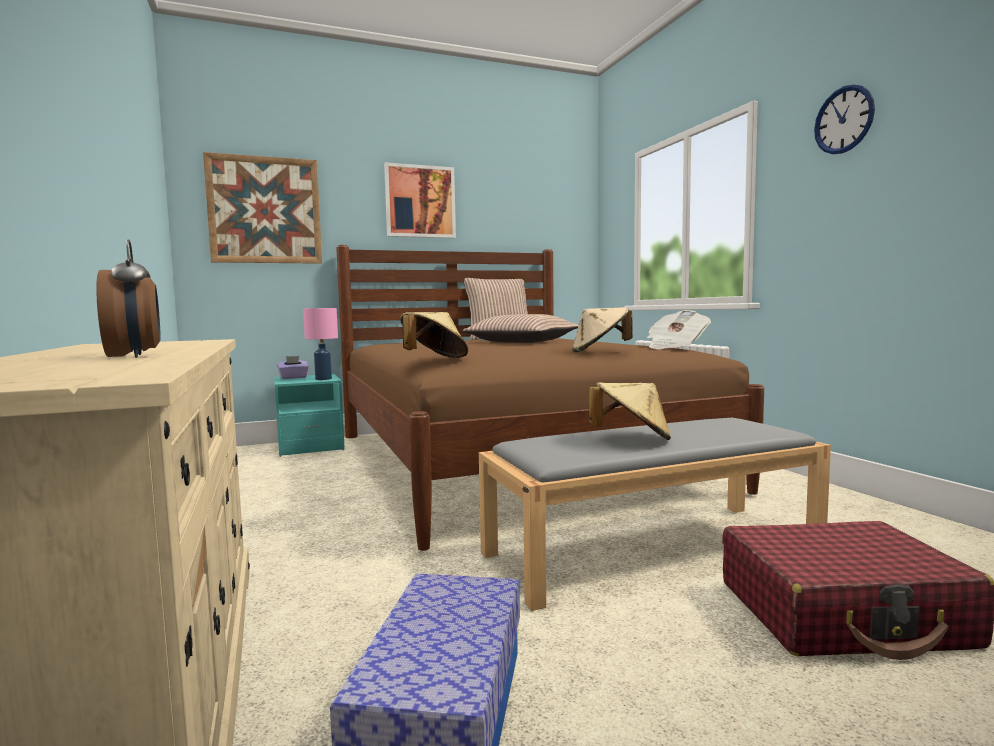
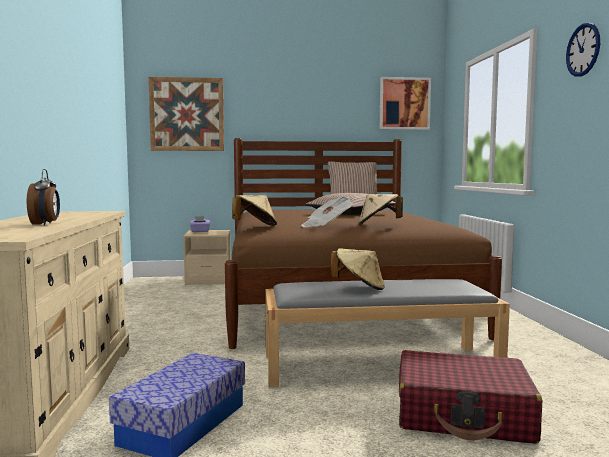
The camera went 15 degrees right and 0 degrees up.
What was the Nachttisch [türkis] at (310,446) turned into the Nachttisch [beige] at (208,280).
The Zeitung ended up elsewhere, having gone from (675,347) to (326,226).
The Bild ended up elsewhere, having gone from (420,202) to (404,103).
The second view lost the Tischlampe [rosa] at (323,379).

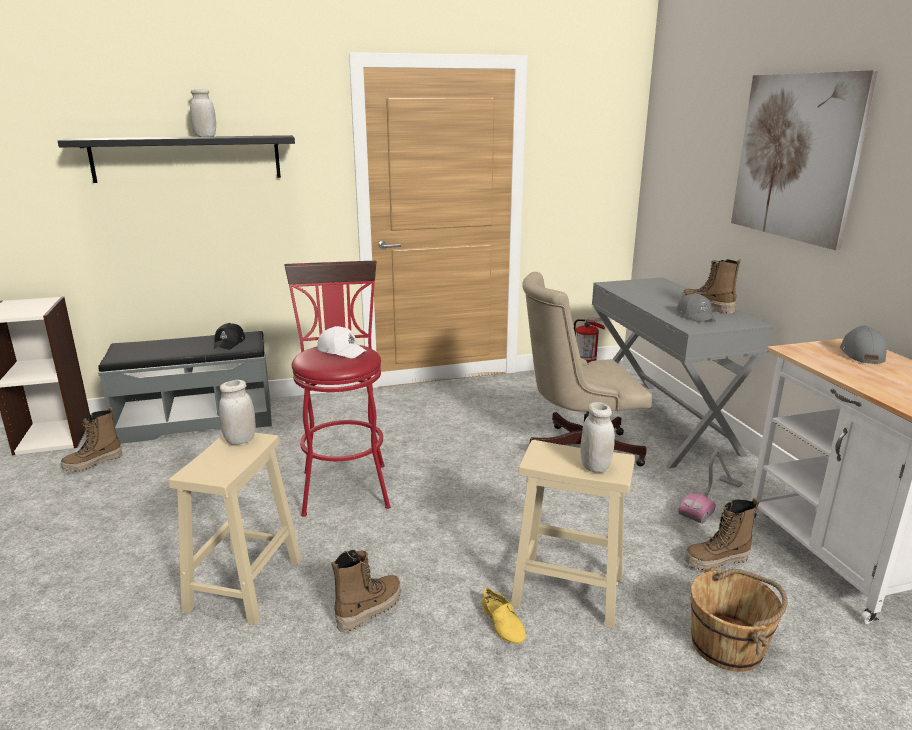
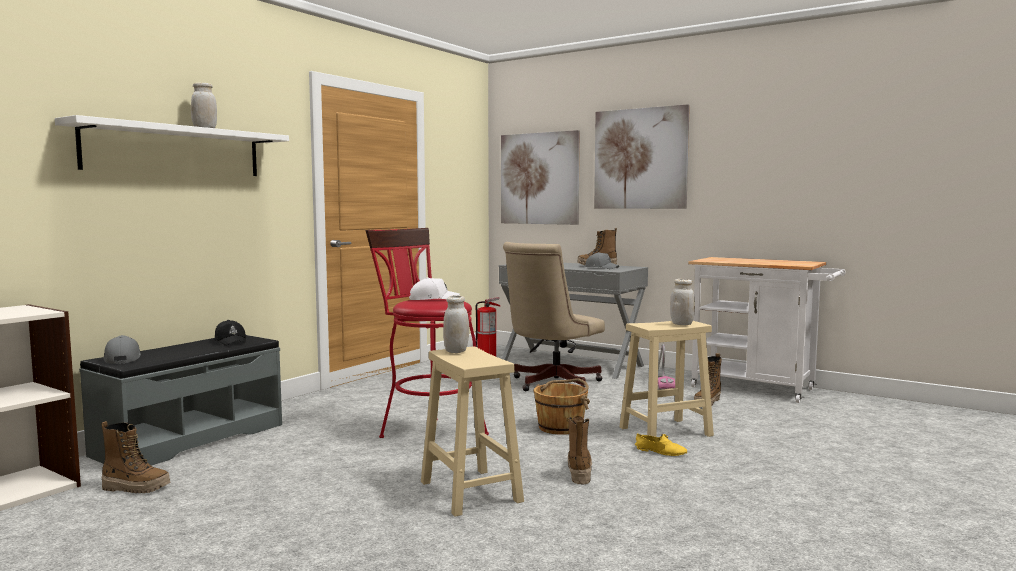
The camera went 40 degrees left and 15 degrees down.
What was the Wandregal [schwarz] at (187,158) turned into the Wandregal [weiß] at (175,151).
The Stiefel at (93,463) ended up facing another way, 90 degrees counterclockwise from before.
The Kappe [grau] ended up elsewhere, having gone from (860,353) to (121,359).
The second view gained the Bild at (539,178).
The Eimer [braun] ended up elsewhere, having gone from (728,645) to (561,427).

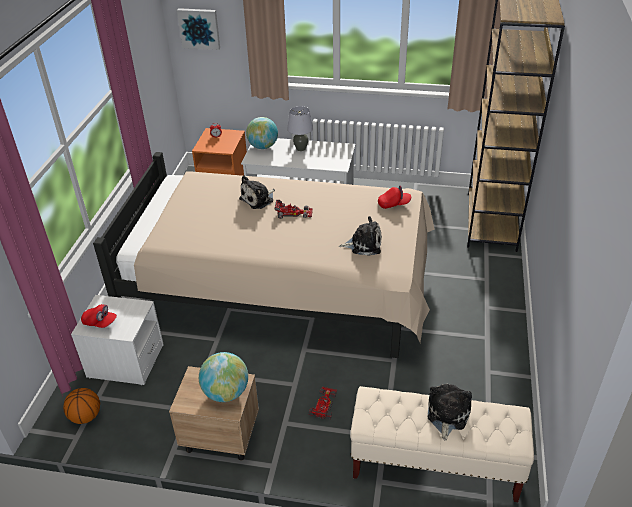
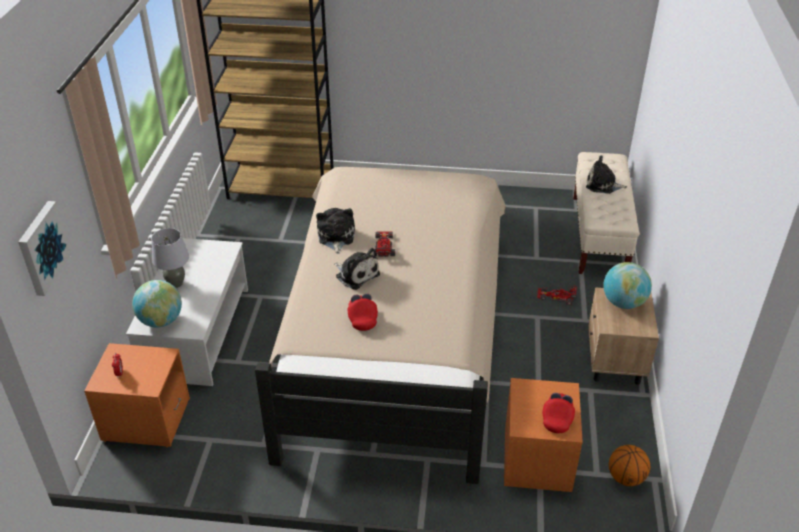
The camera went 95 degrees left and 0 degrees up.
The Plüschtier ended up elsewhere, having gone from (363,244) to (335,237).
The Kappe [rot] ended up elsewhere, having gone from (394,204) to (362,318).
What was the Nachttisch [weiß] at (125,361) turned into the Nachttisch [orange] at (537,460).

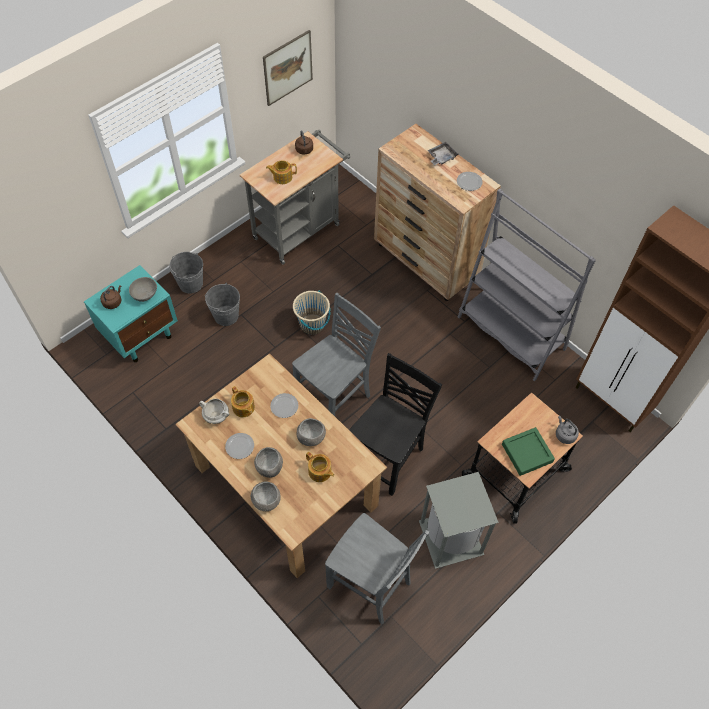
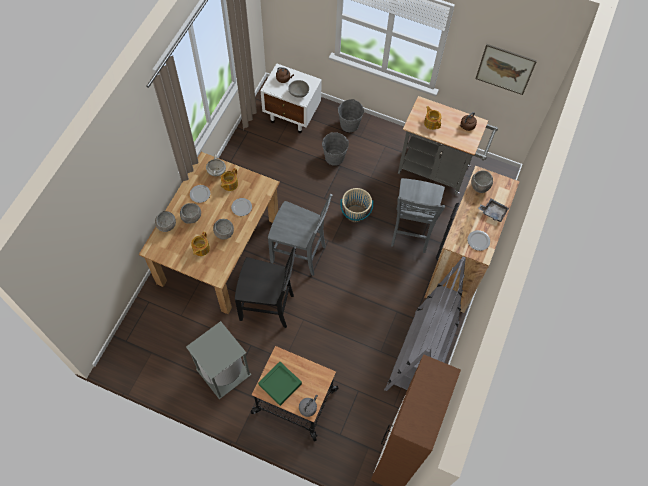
The camera went 65 degrees right and 5 degrees up.
What was the Nachttisch [türkis] at (141,336) turned into the Nachttisch [weiß] at (292,116).
The Stuhl [grau] ended up elsewhere, having gone from (371,585) to (411,231).
The second view gained the Schüssel [grau] at (479,187).

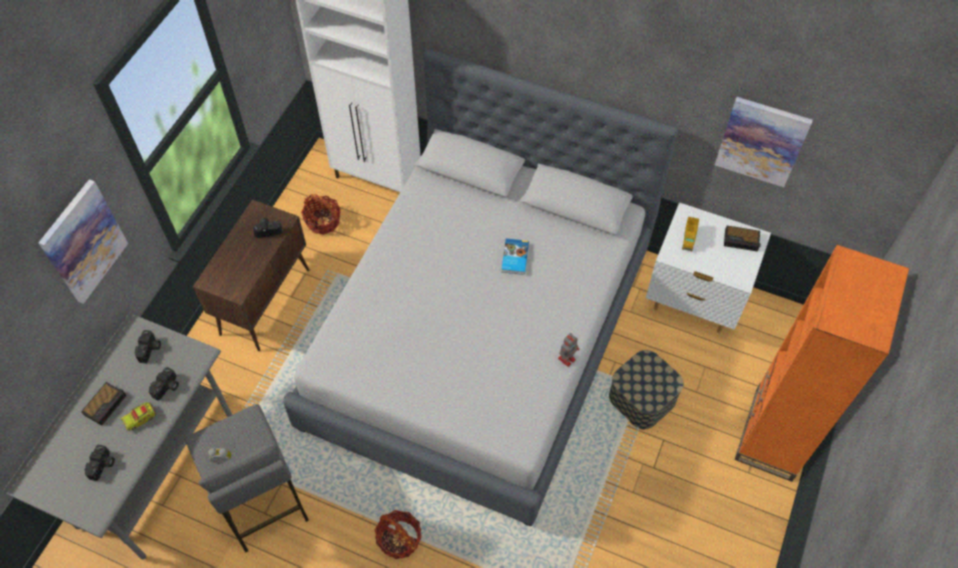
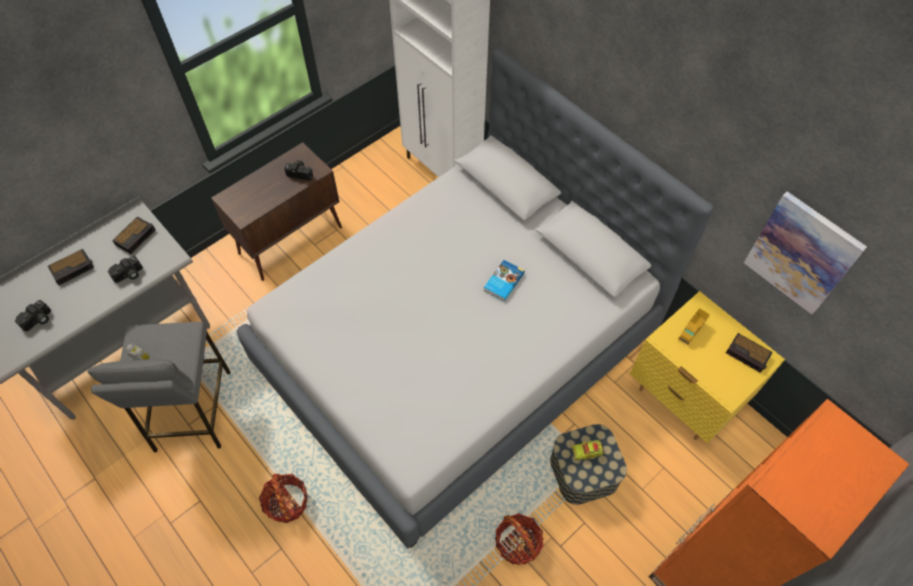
The camera went 25 degrees right and 0 degrees up.
Where the Kamera stood at (150,350), the Wecker came to stand at (136,236).
The Korb ended up elsewhere, having gone from (323,221) to (518,543).
The Spielzeuglaster ended up elsewhere, having gone from (140,418) to (586,452).
What was the Nachttisch [weiß] at (693,302) turned into the Nachttisch [gelb] at (683,398).
The second view lost the Bild at (83,242).
The second view lost the Spielzeugroboter at (567,358).

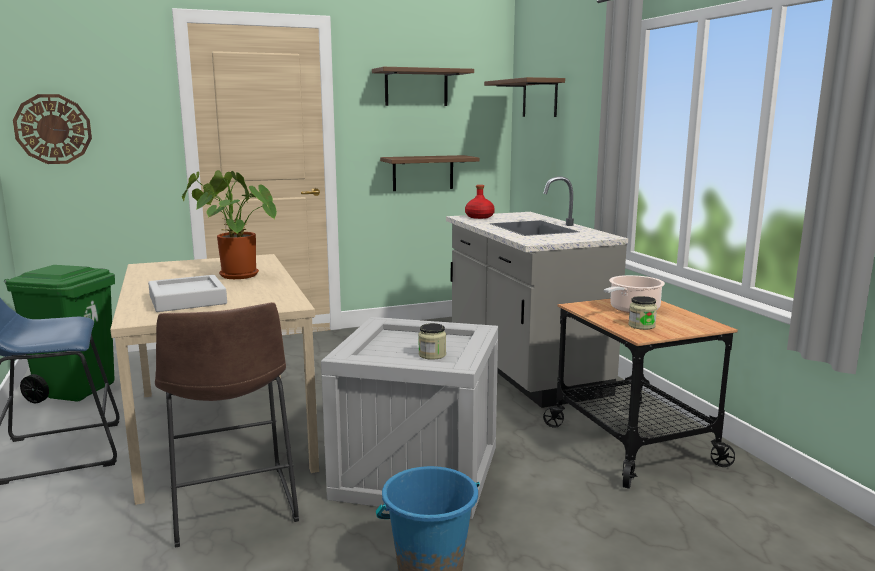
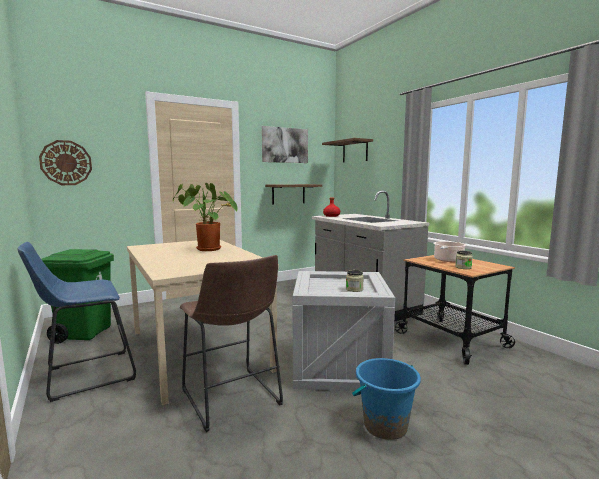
The camera went 10 degrees left and 5 degrees down.
Where the Wandregal [braun] hung at (416,88), the Bild came to hang at (285,145).
The second view lost the Tablett [grau] at (187,300).

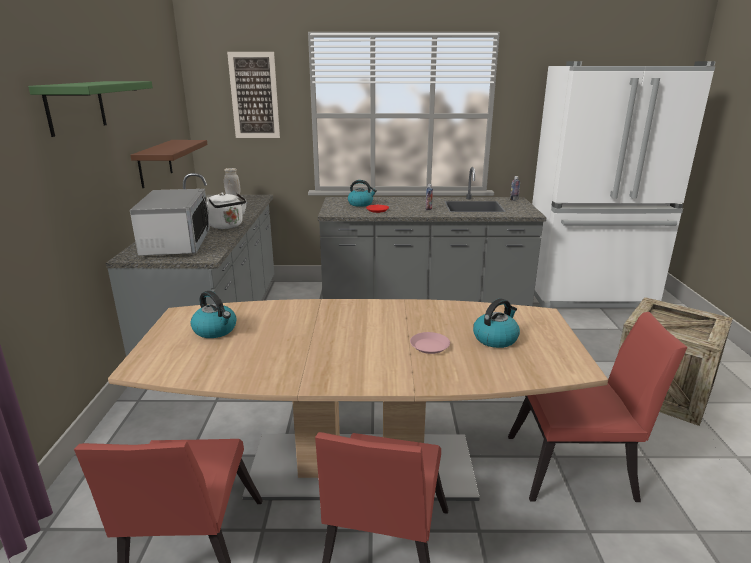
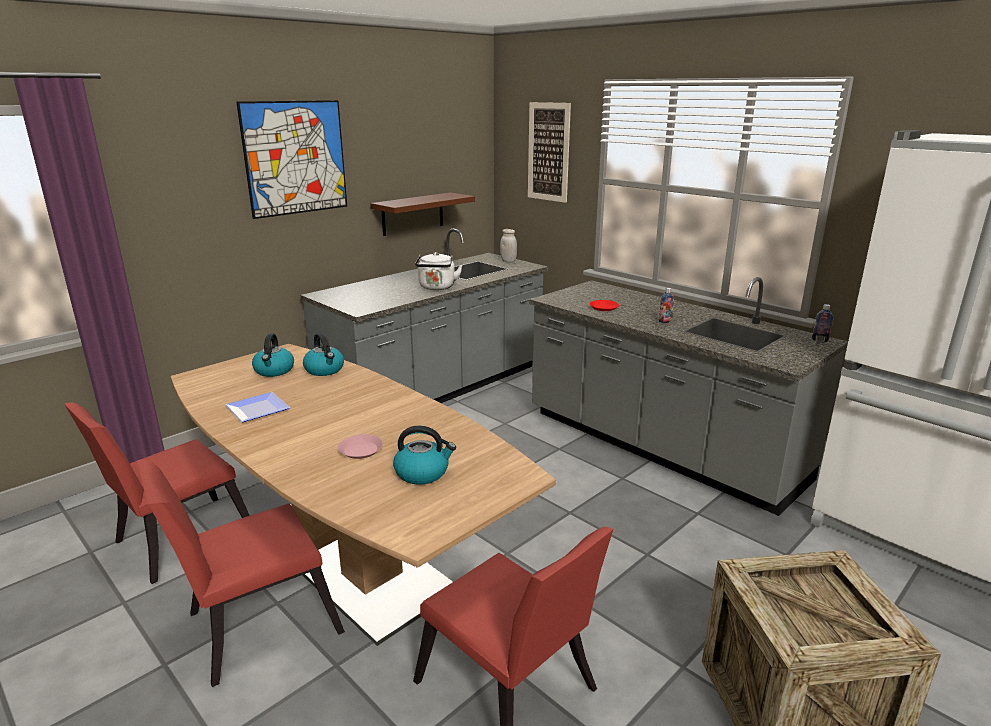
The camera went 45 degrees right and 0 degrees up.
The second view gained the Teller at (260,409).
Where the Wandregal [grün] hung at (76,107), the Bild came to hang at (295,158).
The Wasserkessel ended up elsewhere, having gone from (361,204) to (325,370).
The second view lost the Mikrowelle at (176,244).

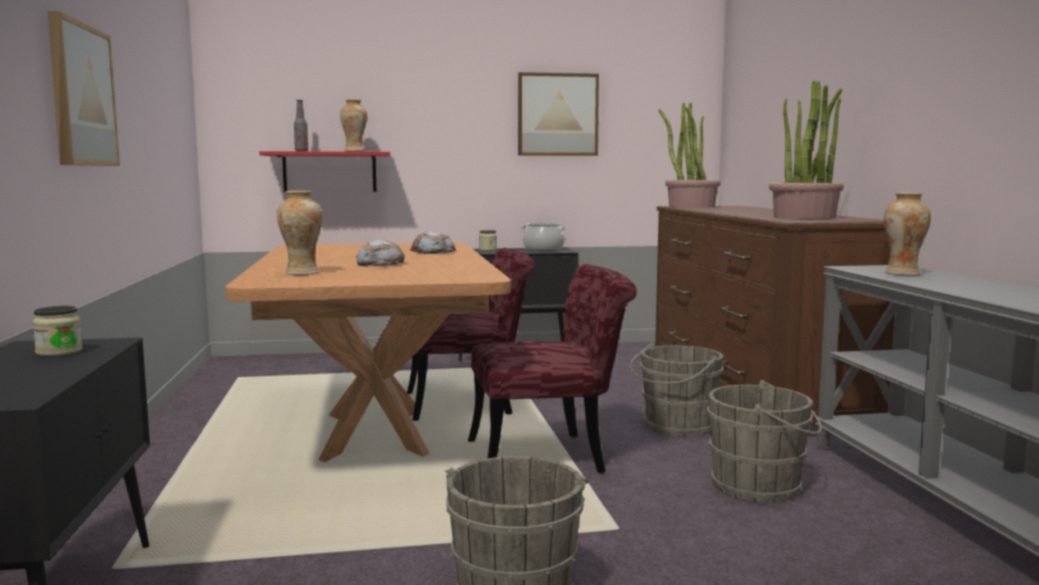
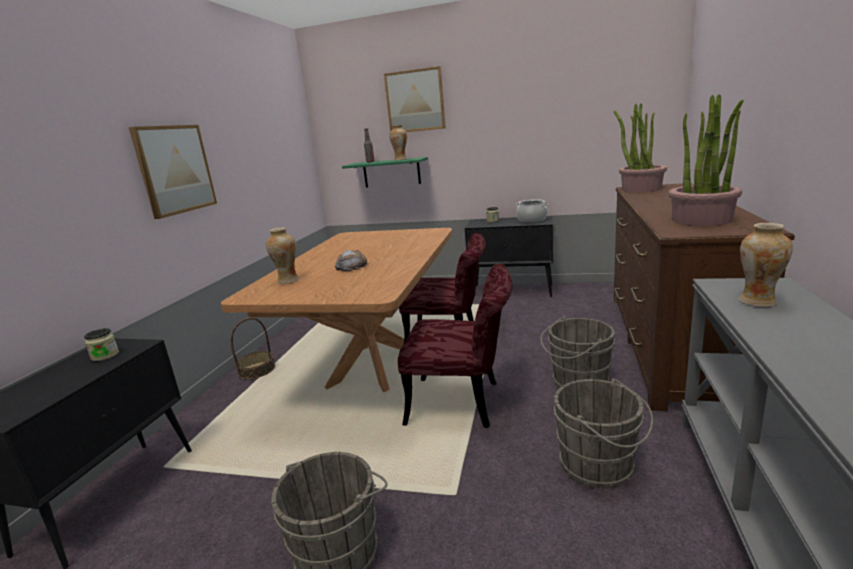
The camera went 25 degrees right and 10 degrees up.
The second view gained the Korb at (257,370).
What was the Wandregal [rot] at (329,172) turned into the Wandregal [grün] at (391,172).
The Bild ended up elsewhere, having gone from (557,115) to (415,101).
The second view lost the Brot at (432,251).

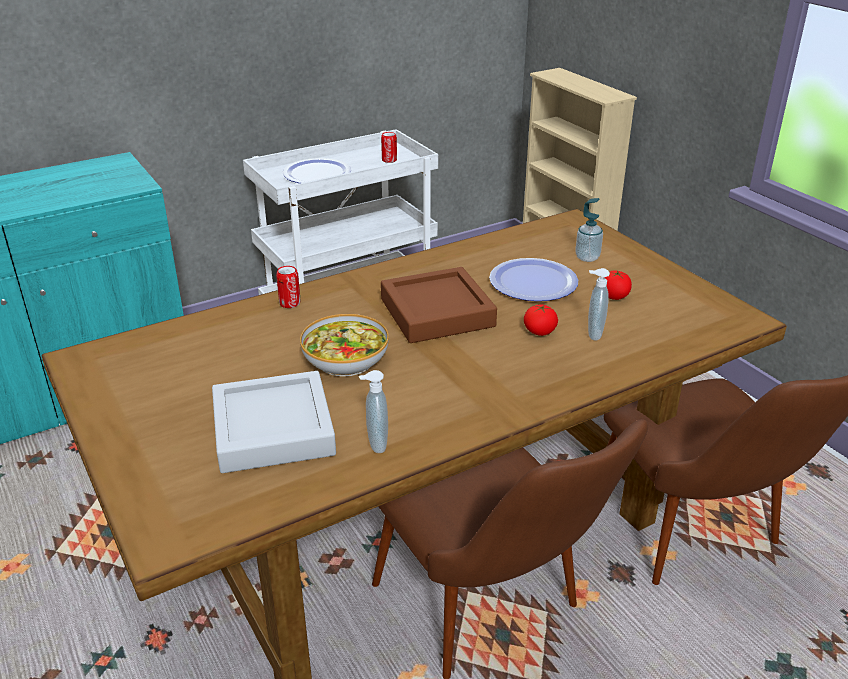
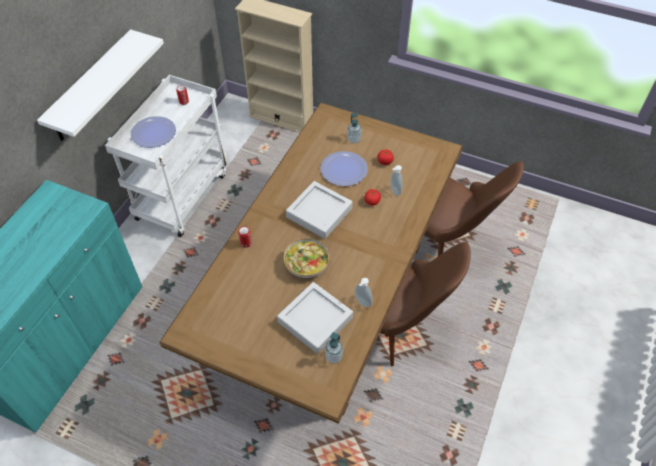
The camera went 35 degrees left and 20 degrees up.
The second view gained the Wandregal [weiß] at (92,87).
What was the Tablett [braun] at (437,313) turned into the Tablett [grau] at (319,213).
The second view gained the Seifenspender at (333,357).

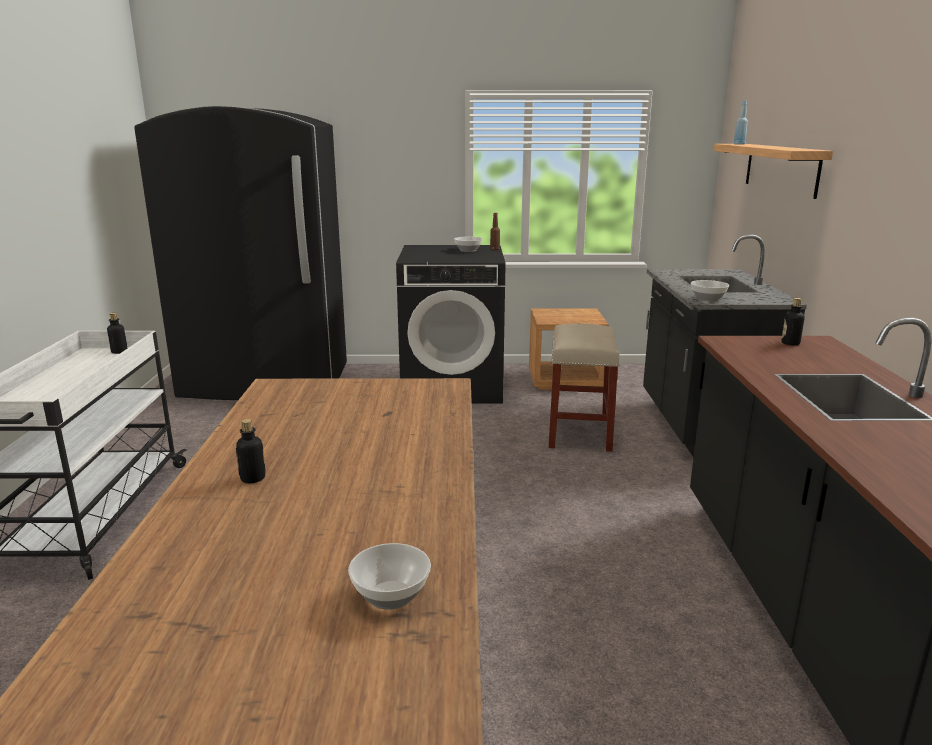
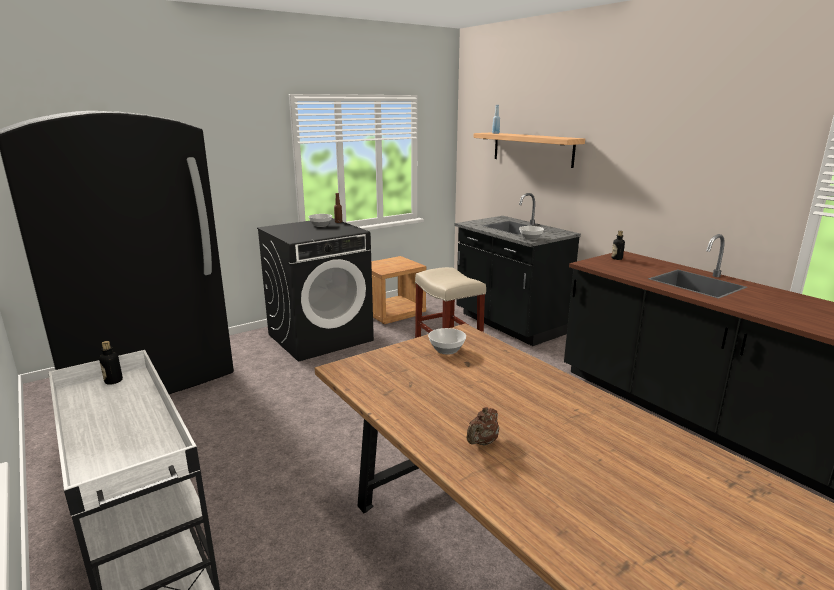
The camera went 35 degrees left and 0 degrees up.
The Schüssel ended up elsewhere, having gone from (392,595) to (447,349).
Where the Flasche stood at (253,478), the Teekanne [braun] came to stand at (482,442).

